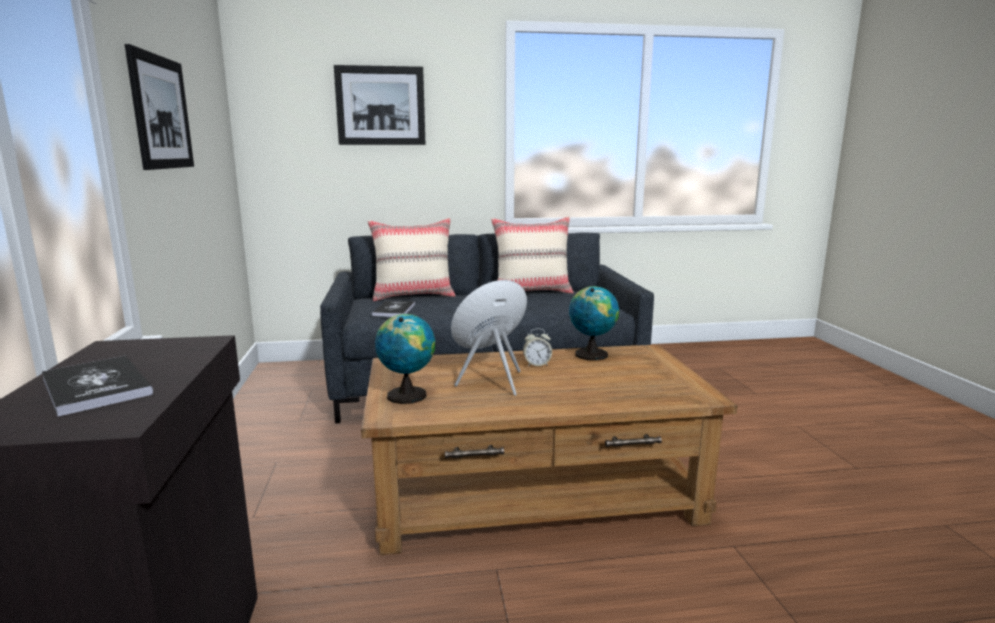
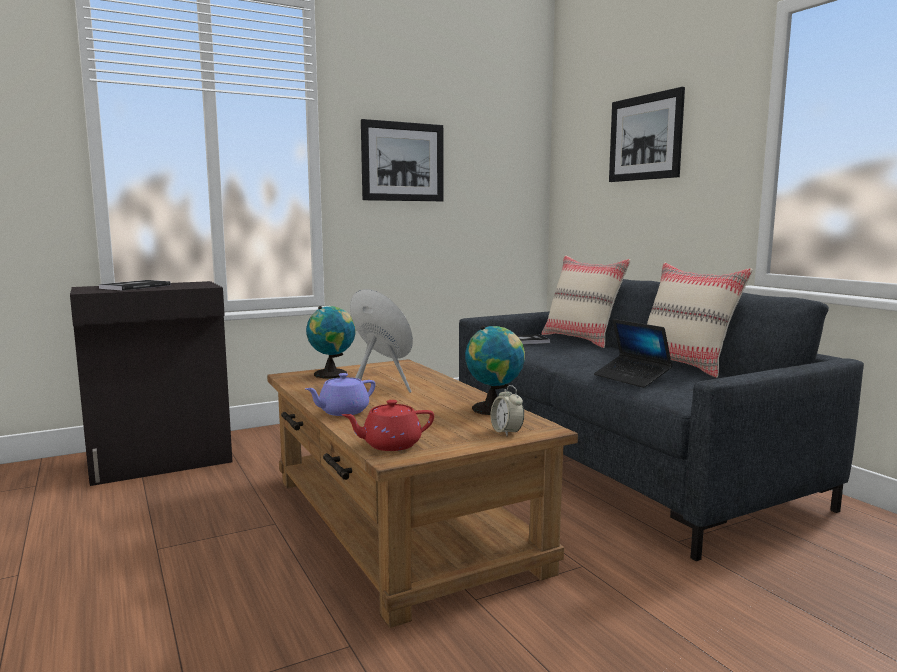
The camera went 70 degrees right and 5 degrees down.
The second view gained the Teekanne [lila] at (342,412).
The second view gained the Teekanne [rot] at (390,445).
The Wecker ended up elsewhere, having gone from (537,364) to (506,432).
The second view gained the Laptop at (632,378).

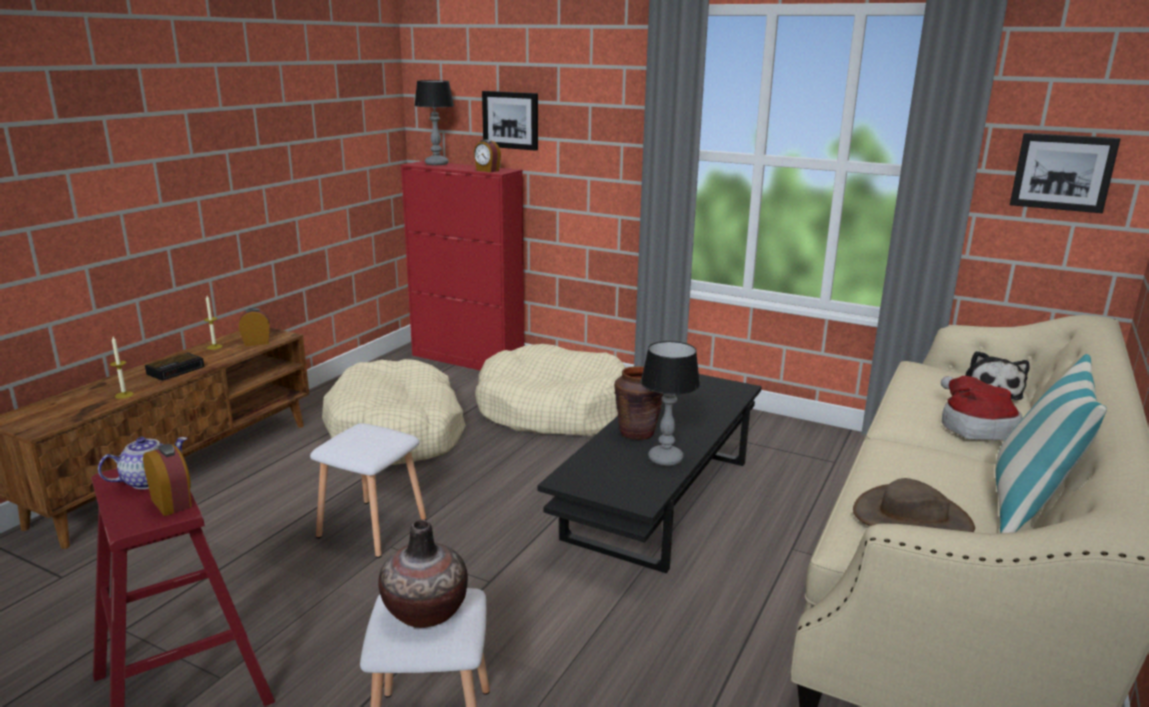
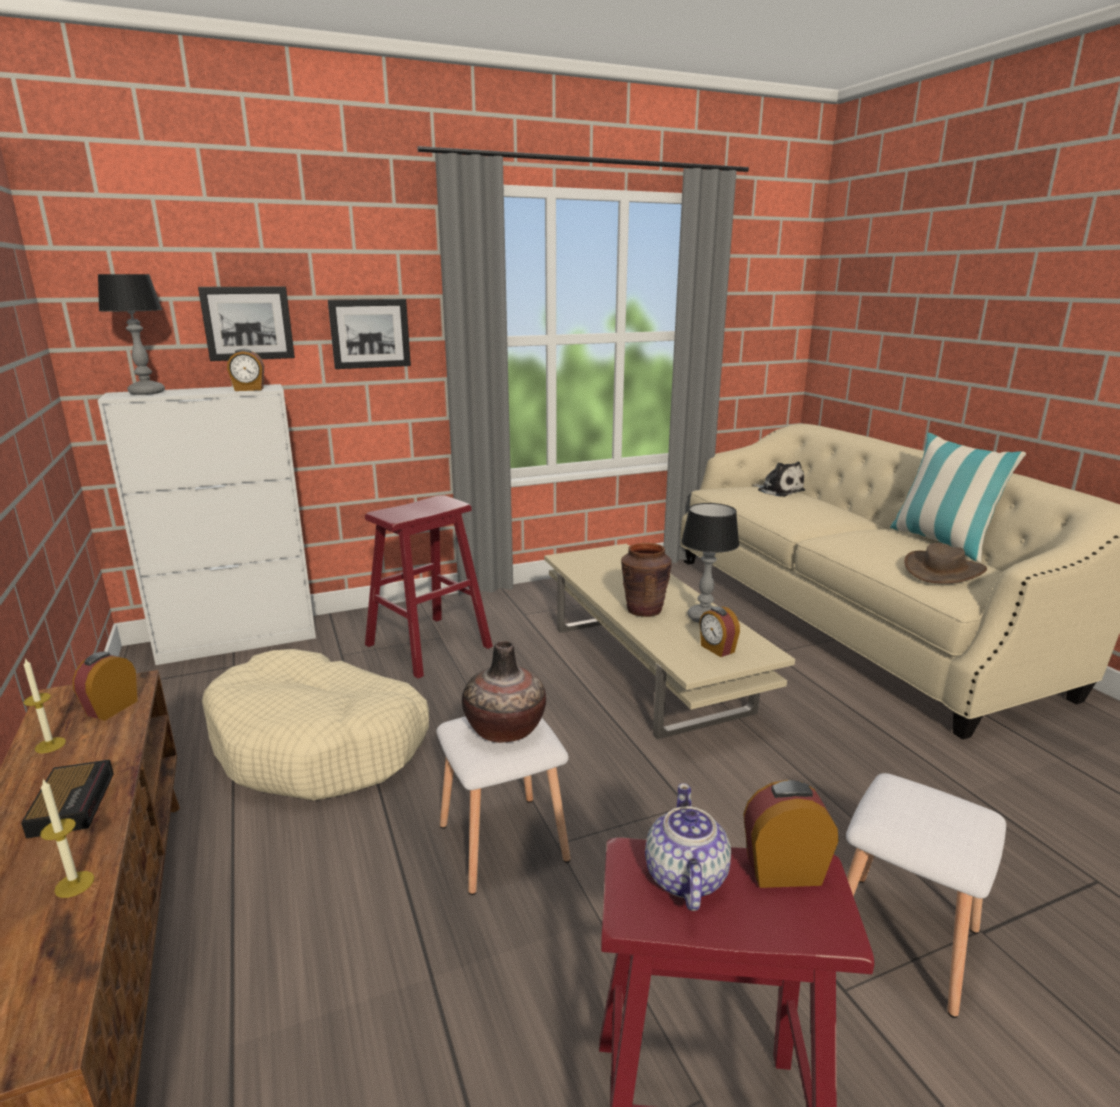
The camera went 50 degrees left and 0 degrees up.
What was the Schrank [rot] at (468,360) turned into the Schrank [weiß] at (239,641).
The Bild ended up elsewhere, having gone from (1062,172) to (370,333).
Where the Hundebett [beige] stood at (553,410), the Hocker [rot] came to stand at (428,645).
The Vase ended up elsewhere, having gone from (425,611) to (505,729).
What was the Couchtisch [schwarz] at (659,498) turned into the Couchtisch [beige] at (647,667).
The second view gained the Wecker at (717,649).
The second view lost the Hut at (973,426).

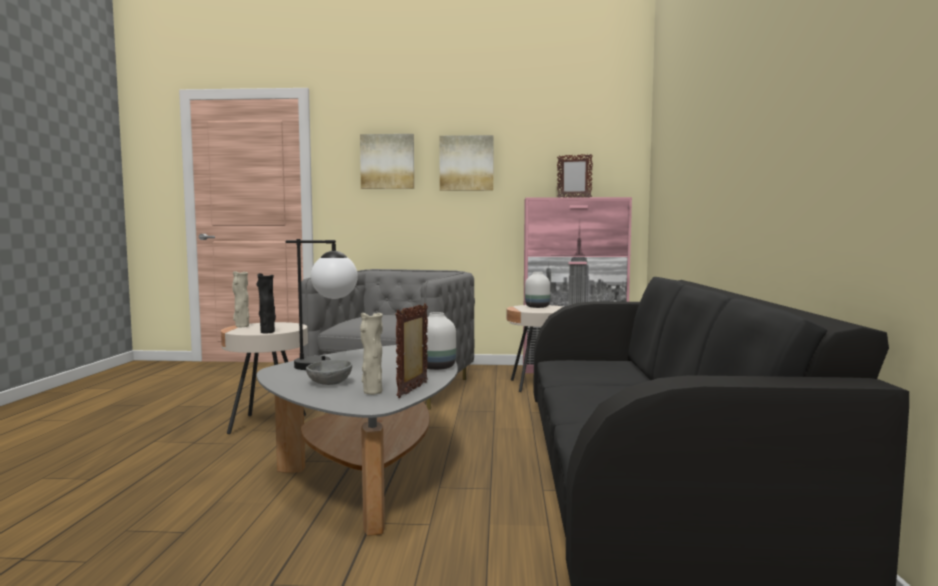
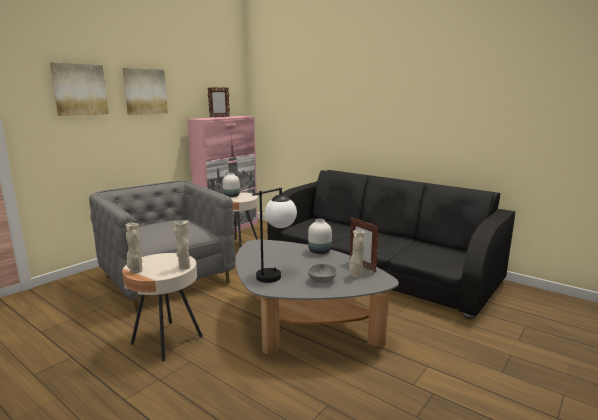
The camera went 55 degrees left and 10 degrees up.
What was the Vase [schwarz] at (268,332) turned into the Vase [beige] at (184,267).

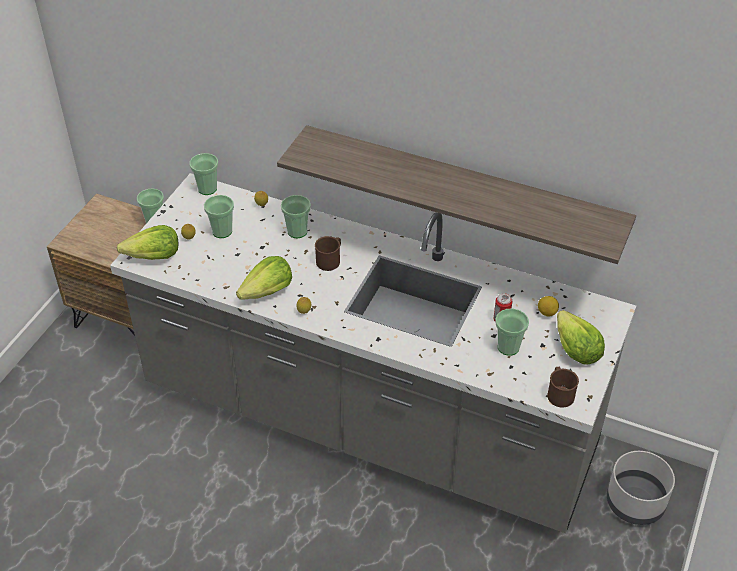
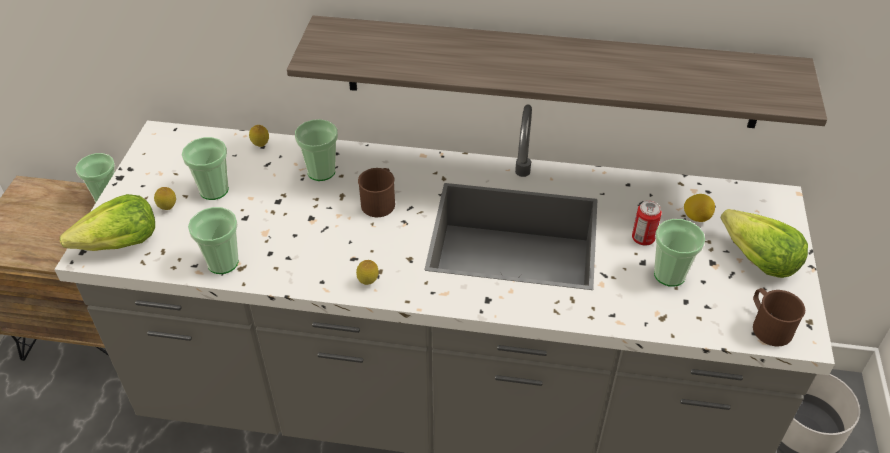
The camera went 15 degrees left and 0 degrees up.
The Tasse ended up elsewhere, having gone from (207,189) to (223,262).
The second view lost the Salatkopf at (267,292).

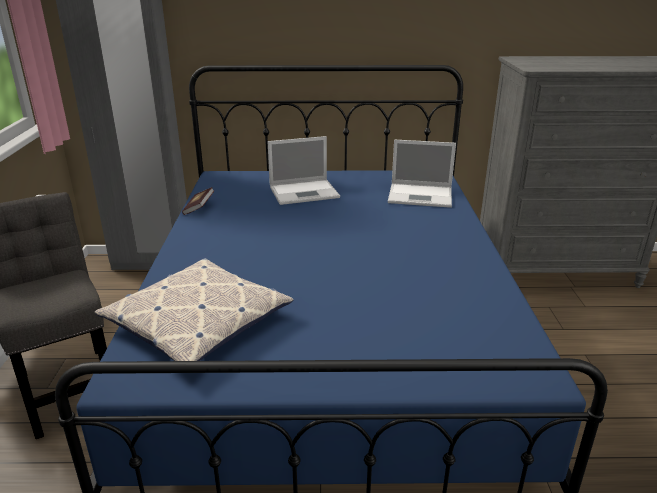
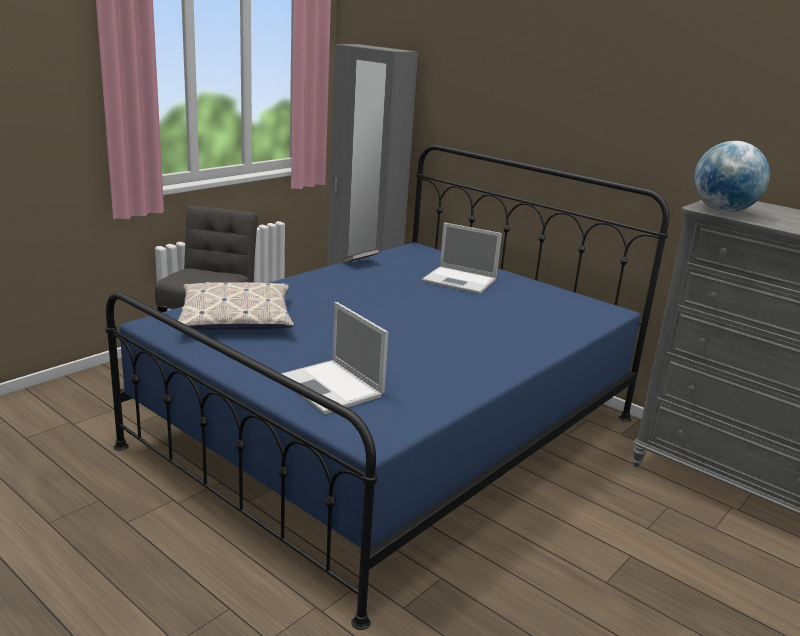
The camera went 40 degrees right and 5 degrees down.
The Laptop ended up elsewhere, having gone from (421,196) to (331,388).
The second view gained the Globus at (723,211).

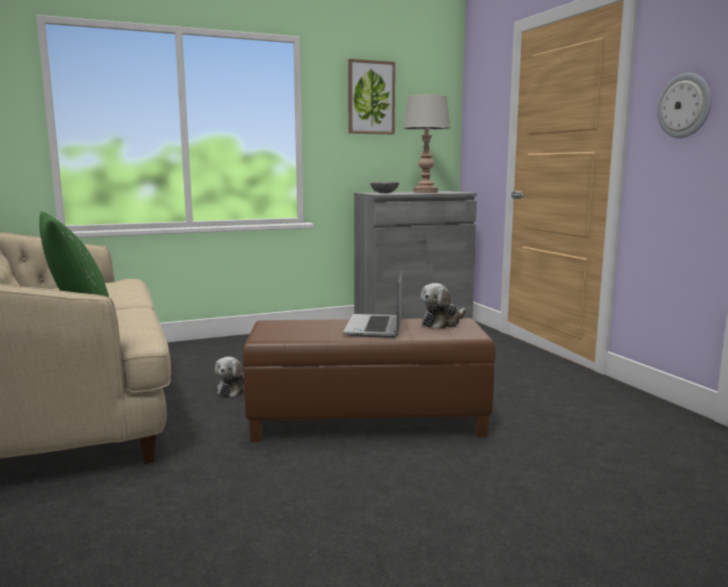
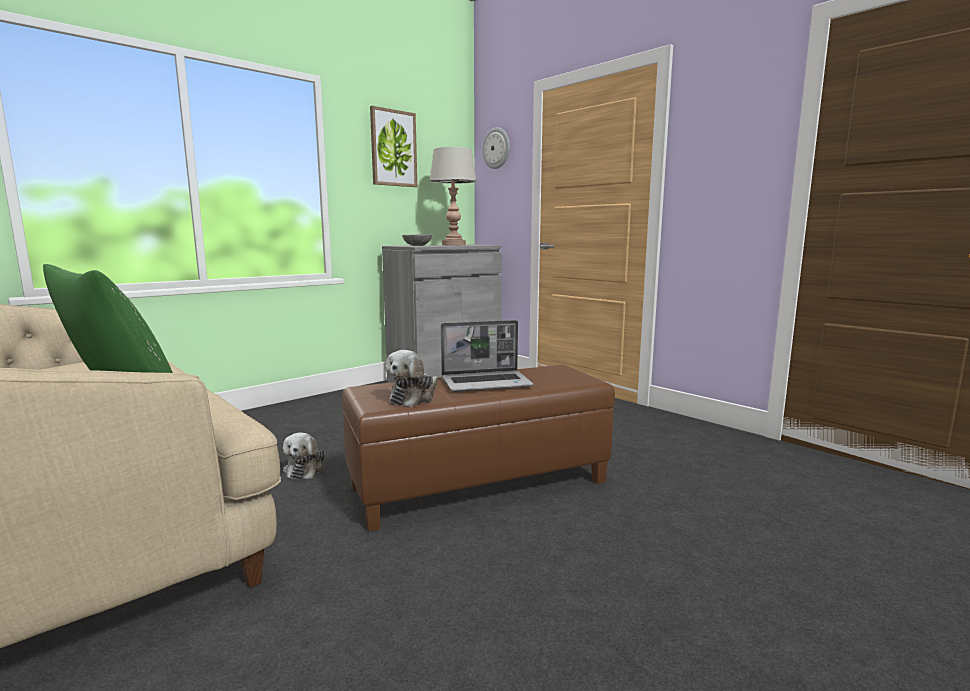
The camera went 20 degrees left and 0 degrees up.
The Plüschtier ended up elsewhere, having gone from (442,323) to (414,397).
The Laptop at (375,327) ended up facing another way, 90 degrees counterclockwise from before.
The Wanduhr ended up elsewhere, having gone from (684,106) to (496,148).

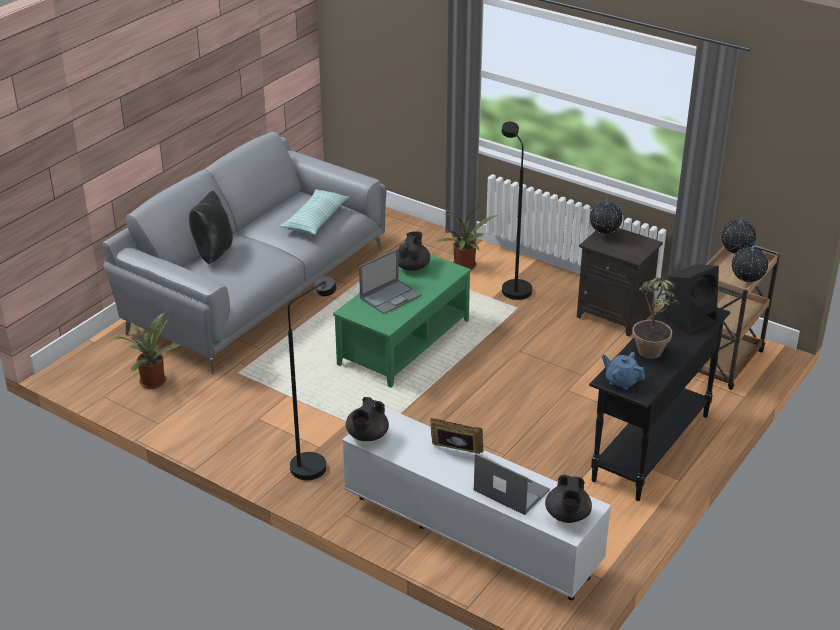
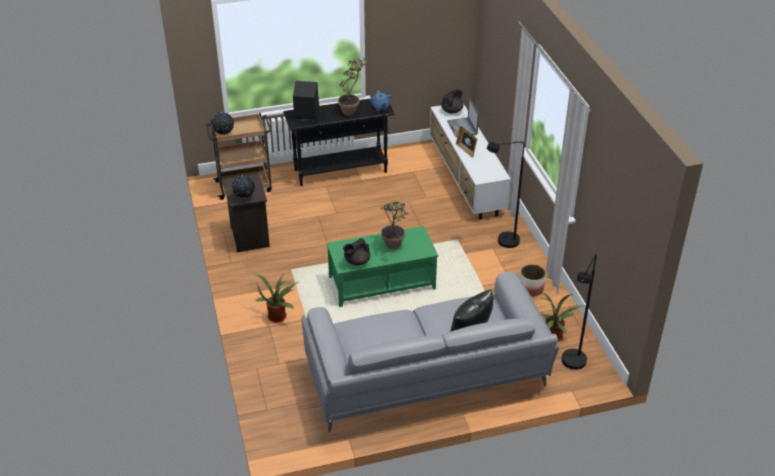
The camera went 140 degrees left and 5 degrees up.
Where the Laptop stood at (391,296), the Topfpflanze came to stand at (394,248).
The second view gained the Pflanzkübel at (531,289).
The Stehlampe [schwarz] ended up elsewhere, having gone from (513,287) to (572,365).
The second view lost the Kissen at (315,219).
The second view lost the Teekanne [schwarz] at (367,436).
The second view lost the Globus at (746,283).

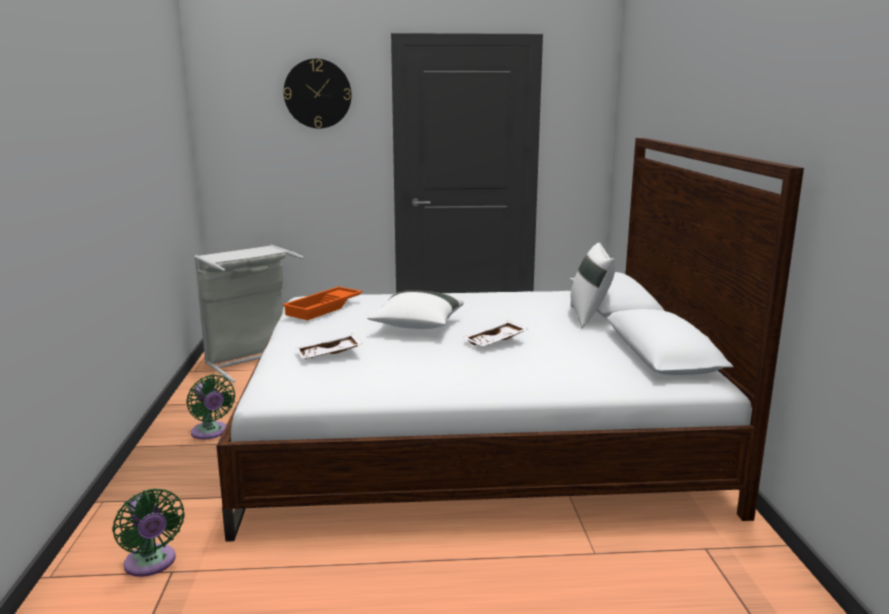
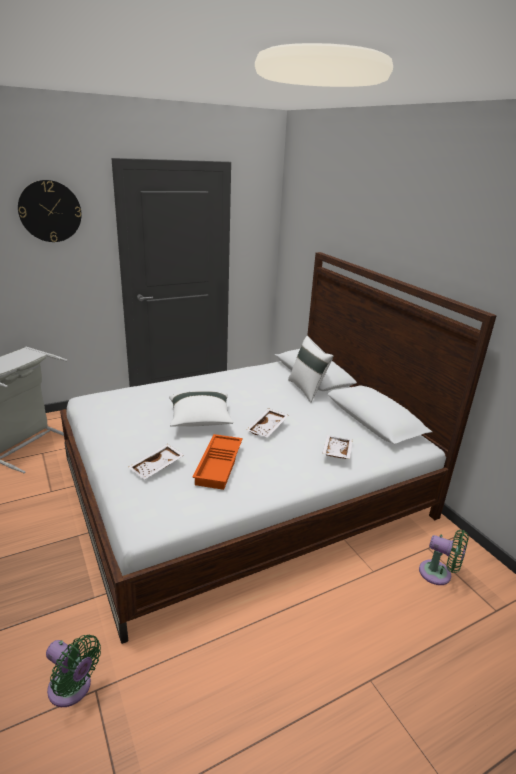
The camera went 25 degrees left and 10 degrees up.
The Tablett [orange] ended up elsewhere, having gone from (324,308) to (220,465).
The second view gained the Tablett [weiß] at (336,452).
The Ventilator [grün] ended up elsewhere, having gone from (210,433) to (438,574).

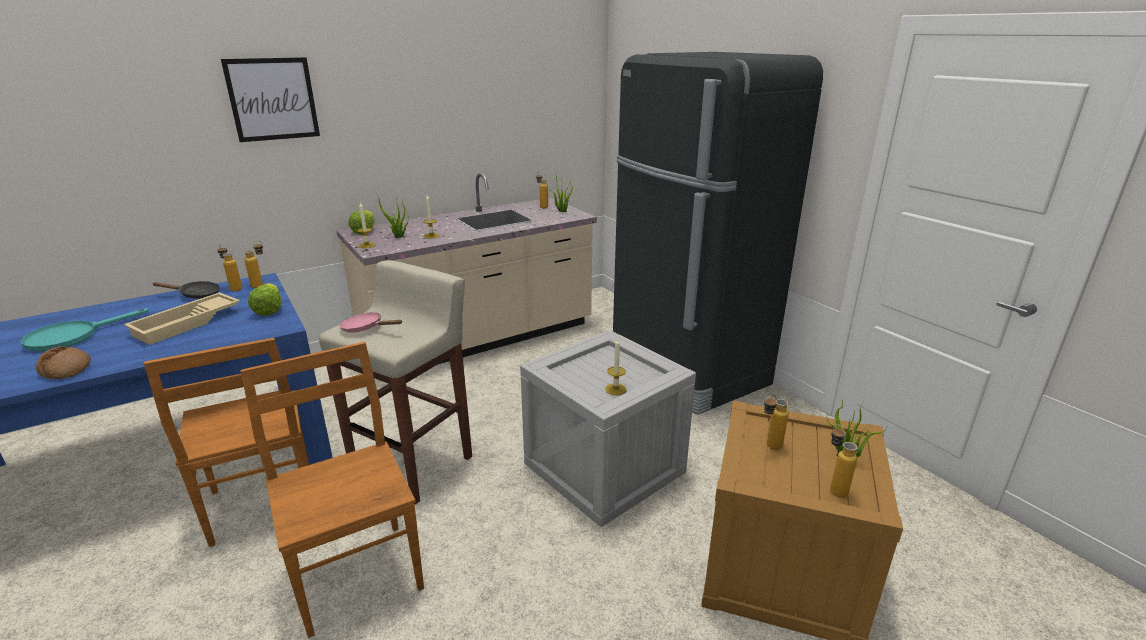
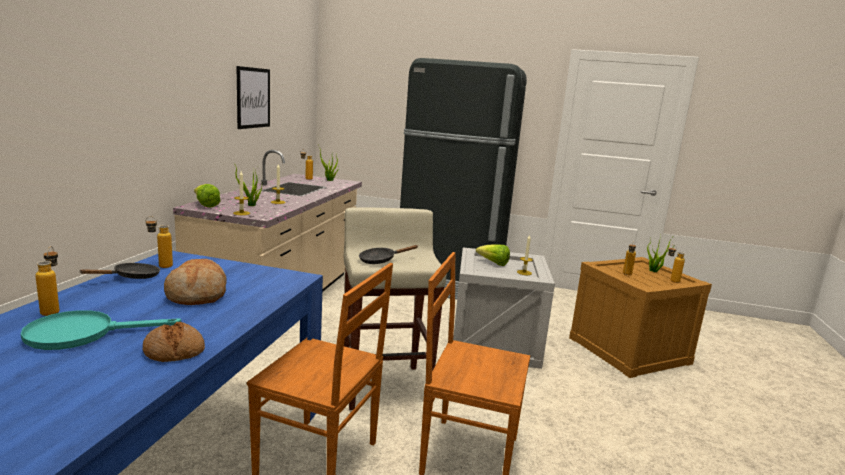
The camera went 45 degrees left and 10 degrees down.
The Pfanne [türkis] at (72,336) ended up facing another way, 75 degrees clockwise from before.
The Flasche ended up elsewhere, having gone from (261,284) to (53,310).
Where the Tablett [beige] stood at (187,324), the Brot came to stand at (197,295).
The Bild ended up elsewhere, having gone from (272,99) to (253,98).
What was the Pfanne [rosa] at (366,328) turned into the Pfanne [schwarz] at (380,260).
The Salatkopf ended up elsewhere, having gone from (269,310) to (493,263).

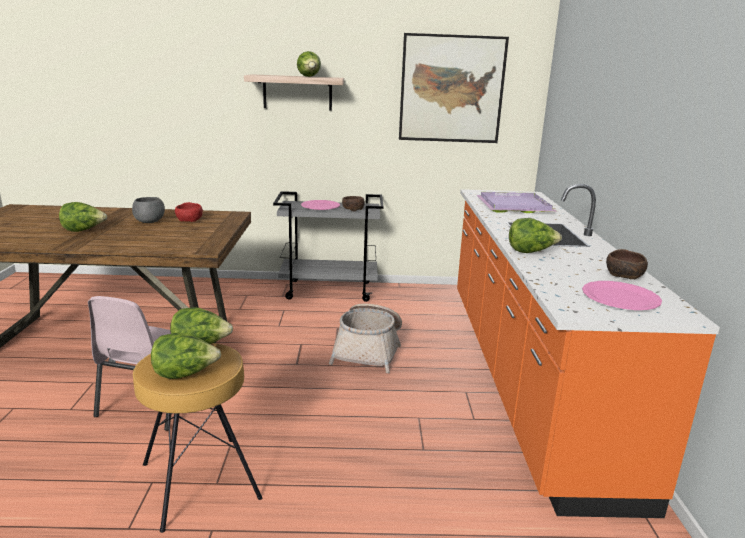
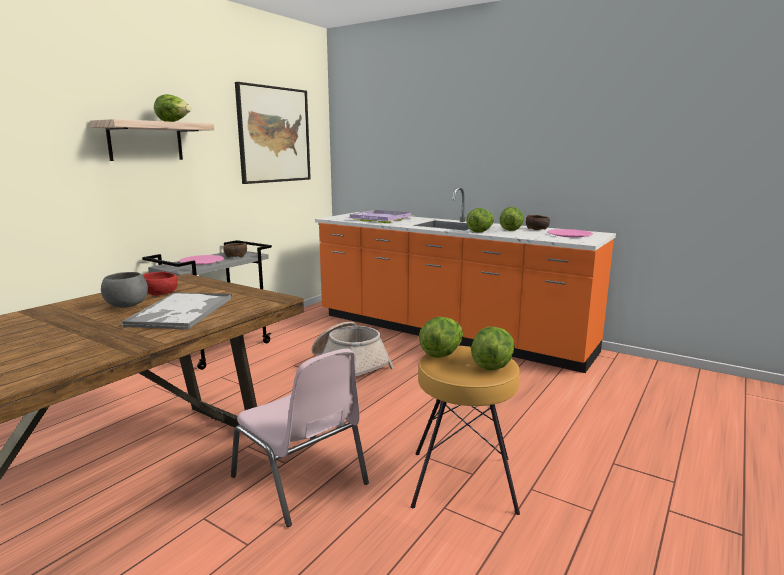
The camera went 55 degrees left and 5 degrees down.
The second view gained the Tablett at (181,312).
The Salatkopf ended up elsewhere, having gone from (83,230) to (511,230).

